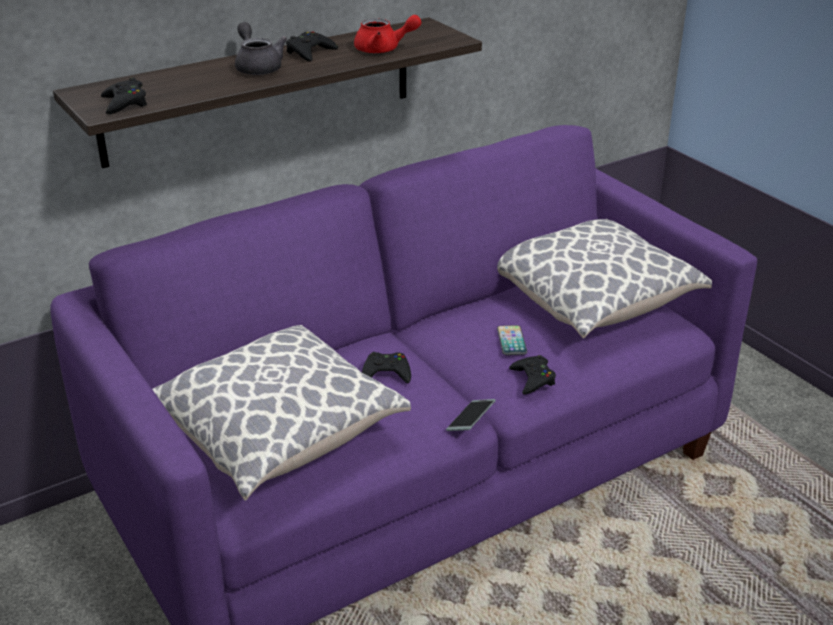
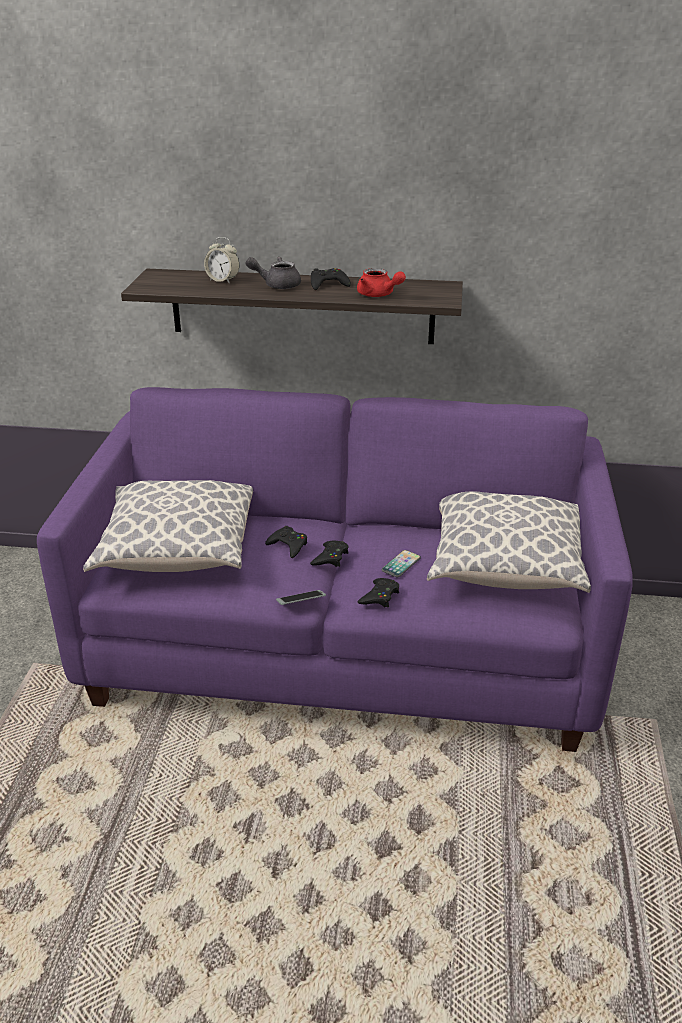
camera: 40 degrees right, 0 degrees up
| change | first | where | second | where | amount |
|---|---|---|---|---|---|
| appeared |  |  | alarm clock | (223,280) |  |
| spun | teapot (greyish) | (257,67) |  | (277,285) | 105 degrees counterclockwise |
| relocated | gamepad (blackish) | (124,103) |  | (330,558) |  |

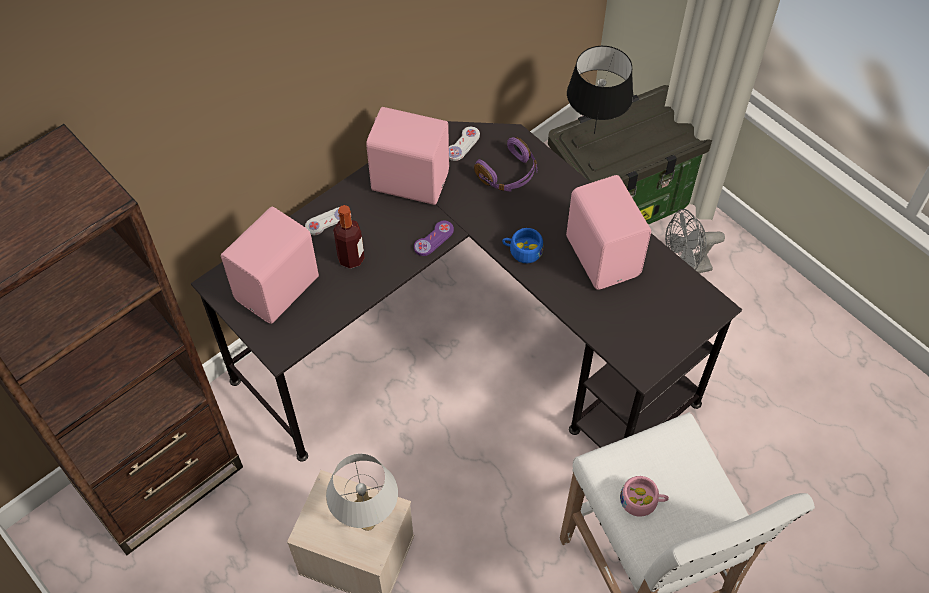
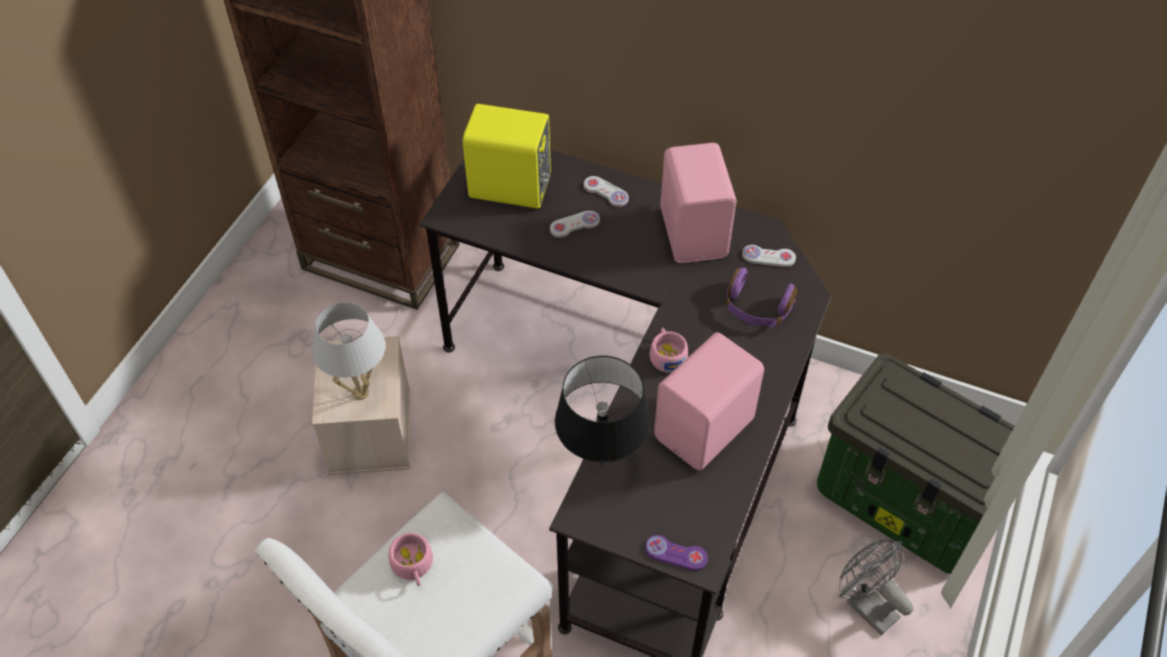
camera: 65 degrees right, 5 degrees down
| change | first | where | second | where | amount |
|---|---|---|---|---|---|
| colour | speaker (pink) | (280,289) | speaker (yellowish) | (511,189) |  |
| exchanged | beverage bottle | (351,258) | gamepad (whitish) | (574,225) |  |
| relocated | lamp for a table (blackish) | (593,134) |  | (600,464) |  |
| relocated | gamepad (purple-coloured) | (434,239) |  | (676,554) |  |
| colour | drinking cup (blue-coloured) | (522,250) | drinking cup (pink) | (667,355) |  |

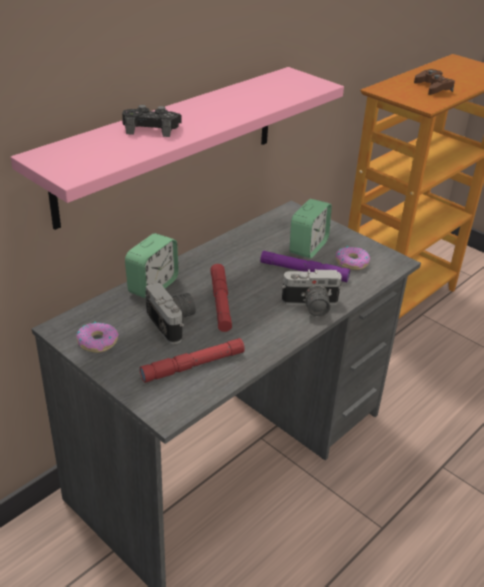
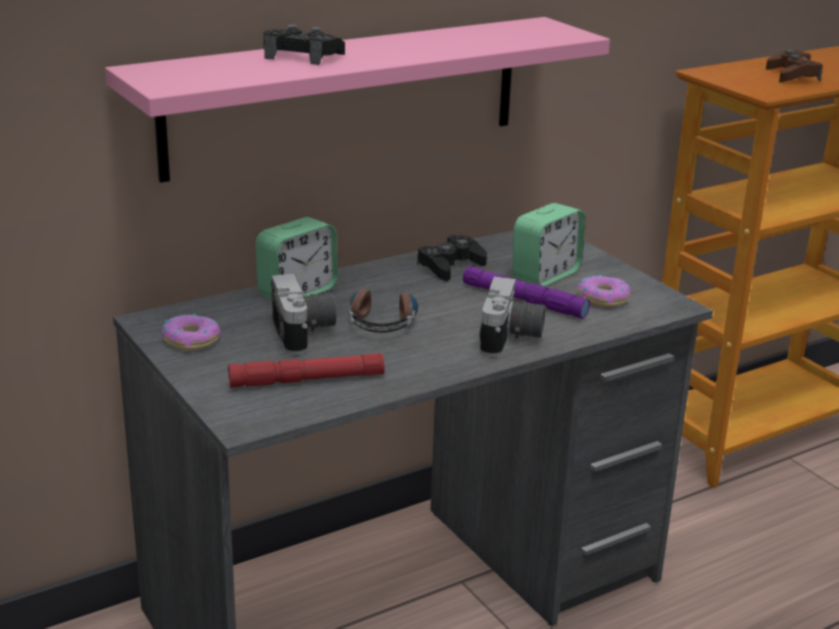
camera: 15 degrees right, 10 degrees down
| change | first | where | second | where | amount |
|---|---|---|---|---|---|
| exchanged | flashlight (reddish) | (220,302) | headset | (383,319) |  |
| appeared |  |  | gamepad (blackish) | (450,266) |  |
| spun | photo camera | (310,307) |  | (511,339) | 90 degrees counterclockwise |

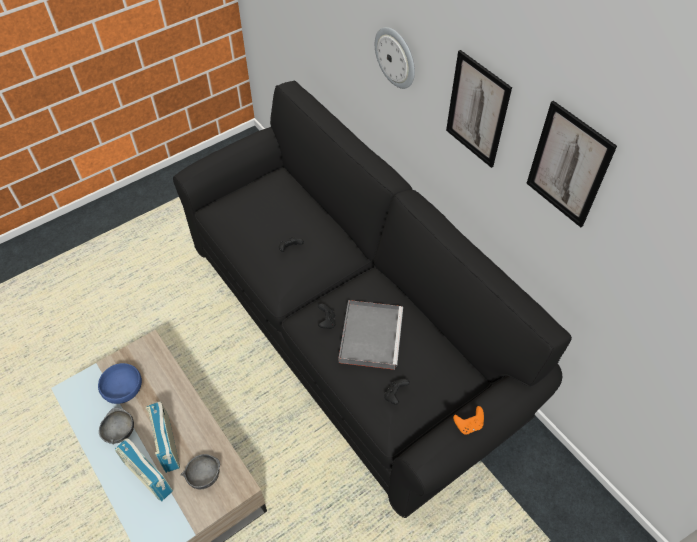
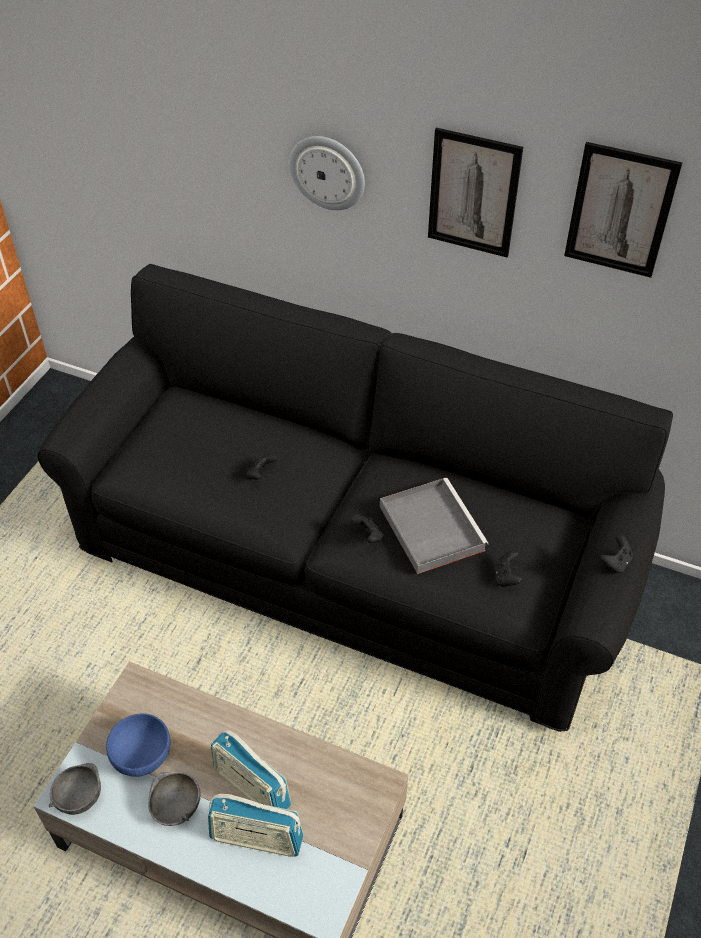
camera: 30 degrees left, 5 degrees down
| change | first | where | second | where | amount |
|---|---|---|---|---|---|
| relocated | bowl (greyish) | (204,475) |  | (79,797) |  |
| colour | gamepad (orangey) | (468,425) | gamepad (blackish) | (615,563) |  |

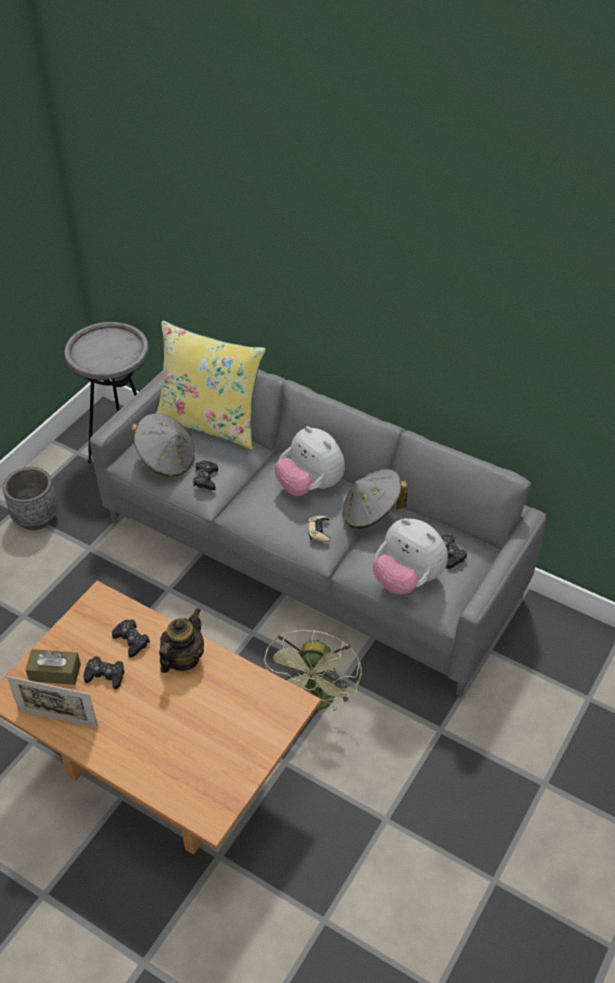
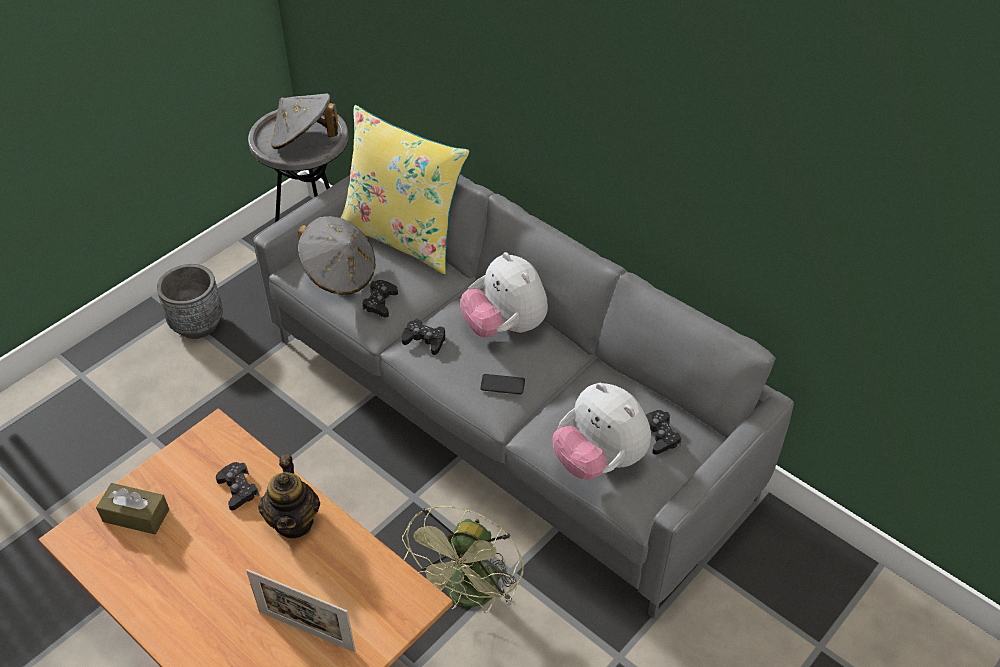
camera: 10 degrees right, 0 degrees up
| change | first | where | second | where | amount |
|---|---|---|---|---|---|
| relocated | photo frame | (58,718) |  | (306,631) |  |
| spun | teapot | (183,658) |  | (294,521) | 135 degrees clockwise |
| relocated | clothing hat (greyish) | (371,513) |  | (304,141) |  |
| relocated | gamepad (blackish) | (105,675) |  | (424,340) |  |
| exchanged | gamepad (beige-coloured) | (319,531) | handset | (502,384) |  |

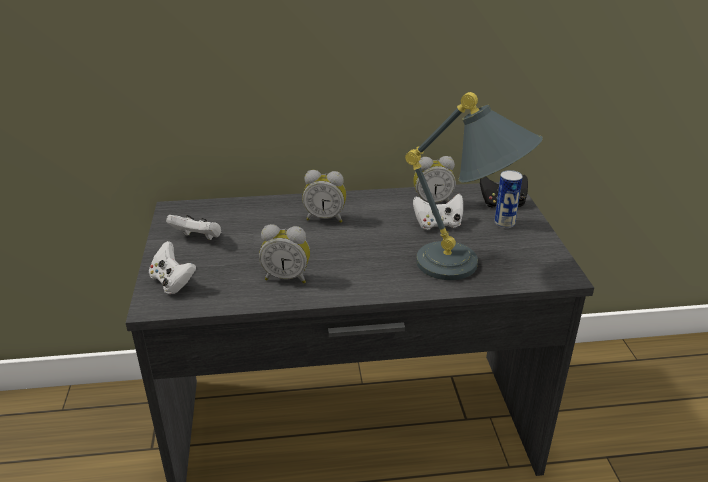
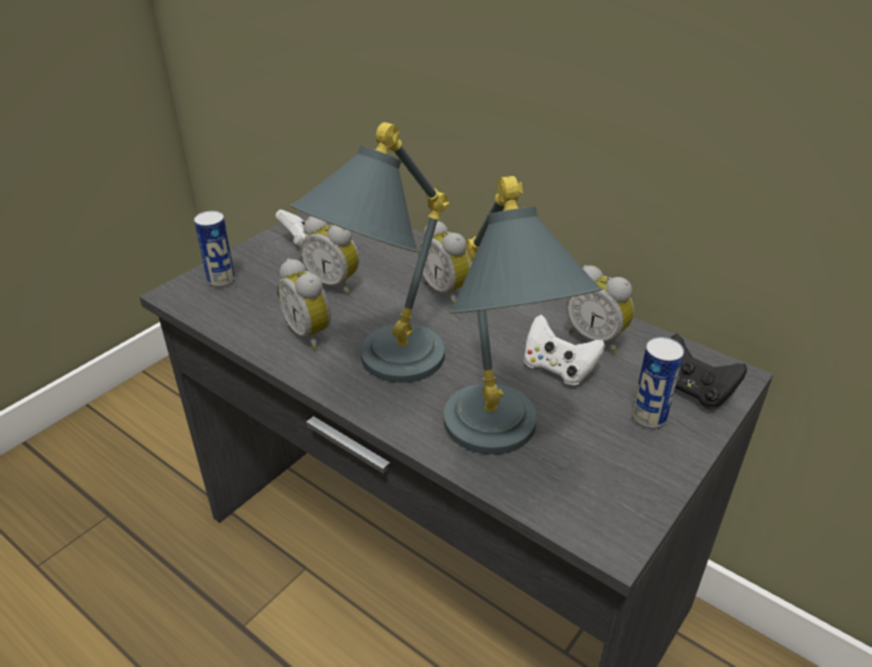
camera: 45 degrees right, 5 degrees up
| change | first | where | second | where | amount |
|---|---|---|---|---|---|
| exchanged | gamepad (whitish) | (172,282) | metal can | (221,280) |  |
| appeared |  |  | lamp for a table (greyish) | (381,371) |  |
| appeared |  |  | alarm clock | (334,283) |  |

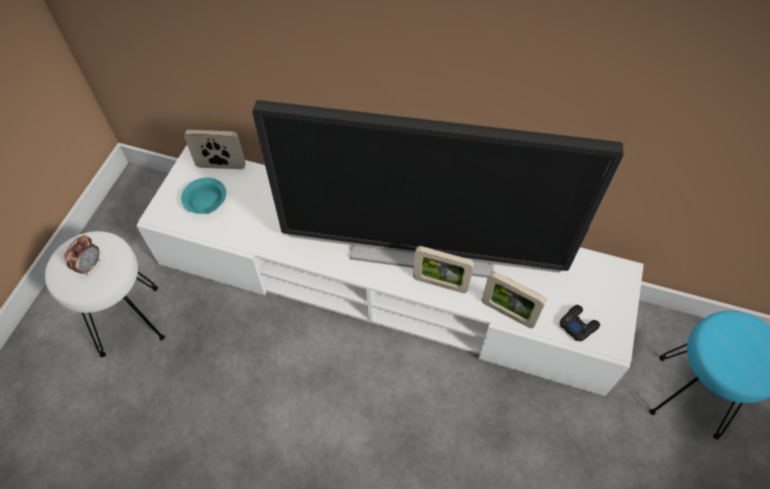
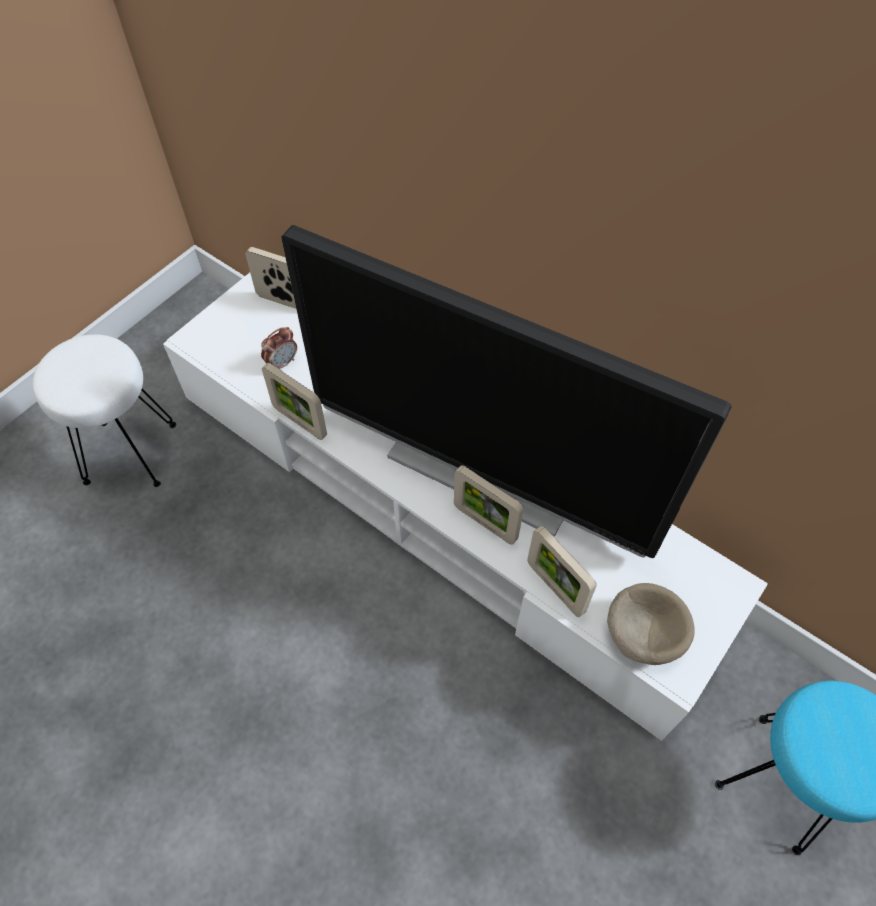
camera: 20 degrees right, 0 degrees up
| change | first | where | second | where | amount |
|---|---|---|---|---|---|
| relocated | alarm clock | (90,265) |  | (282,363) |  |
| appeared |  |  | photo frame | (300,422) |  |
| exchanged | gamepad (blackish) | (578,324) | bowl (beige-coloured) | (642,633) |  |
| missing | bowl (turquoise) | (207,202) |  |  |  |

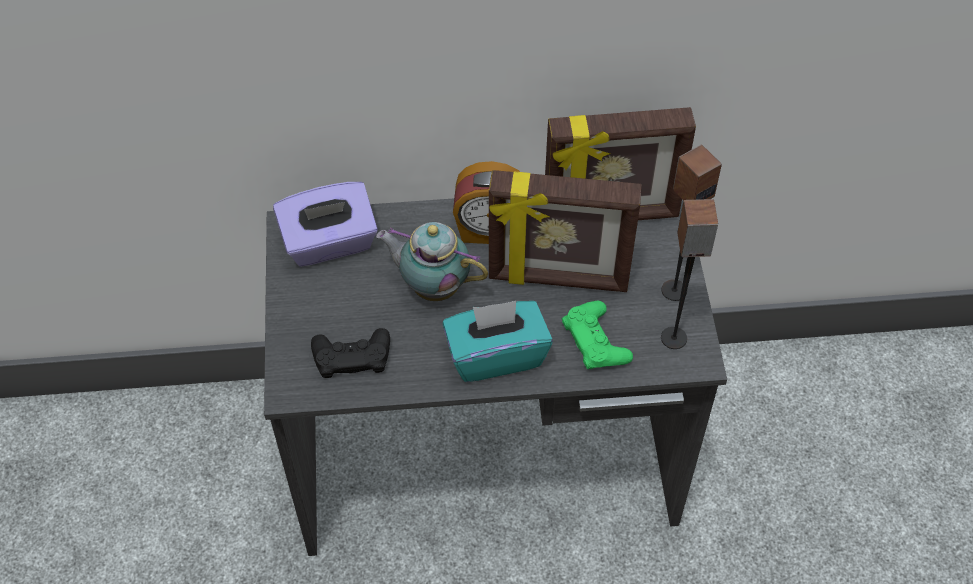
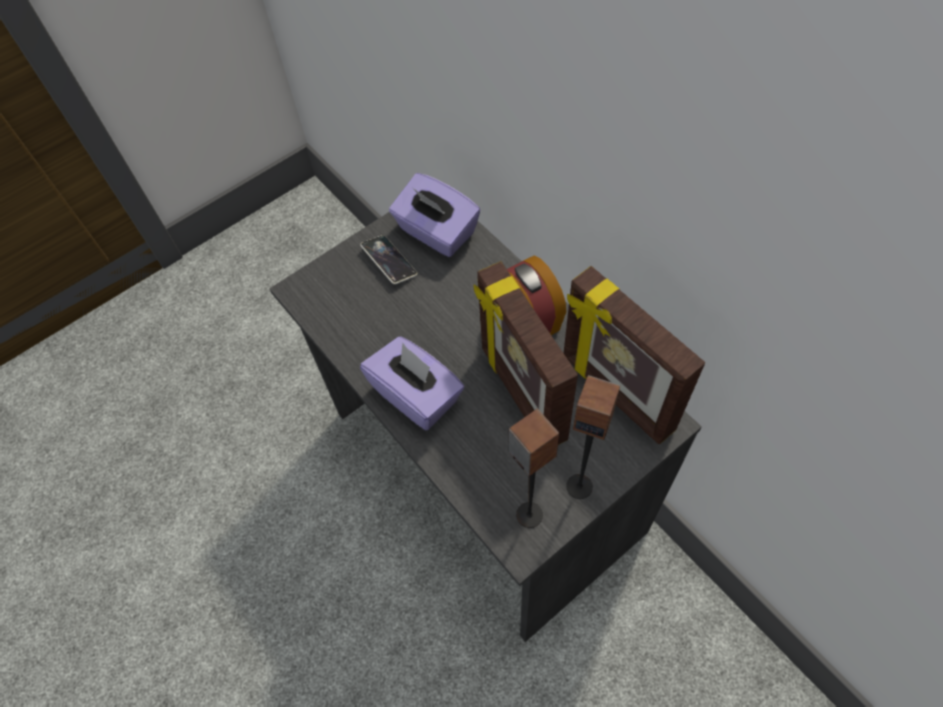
camera: 60 degrees right, 5 degrees up
| change | first | where | second | where | amount |
|---|---|---|---|---|---|
| appeared |  |  | handset | (389,262) |  |
| colour | box of tissues (turquoise) | (496,355) | box of tissues (purple-coloured) | (417,395) |  |
| missing | gamepad (blackish) | (352,356) |  |  |  |
| missing | teapot | (433,286) |  |  |  |
| missing | gamepad (green) | (595,341) |  |  |  |

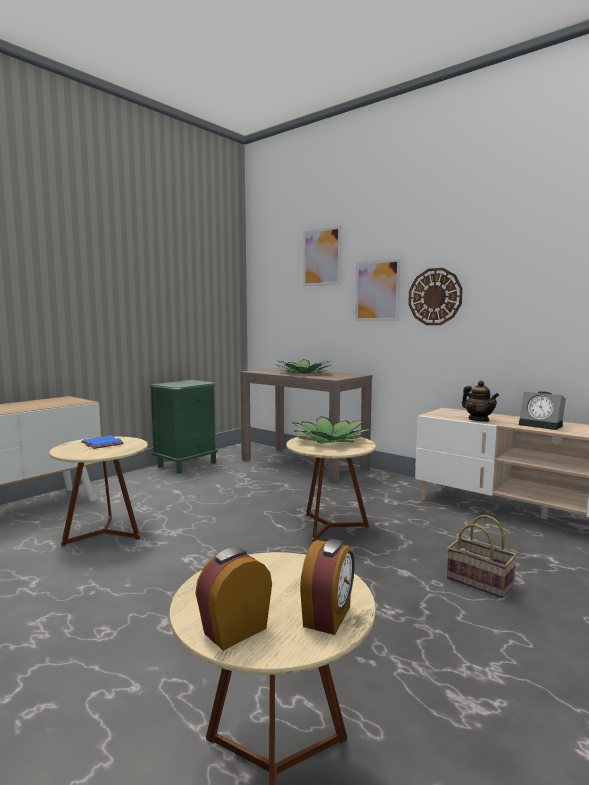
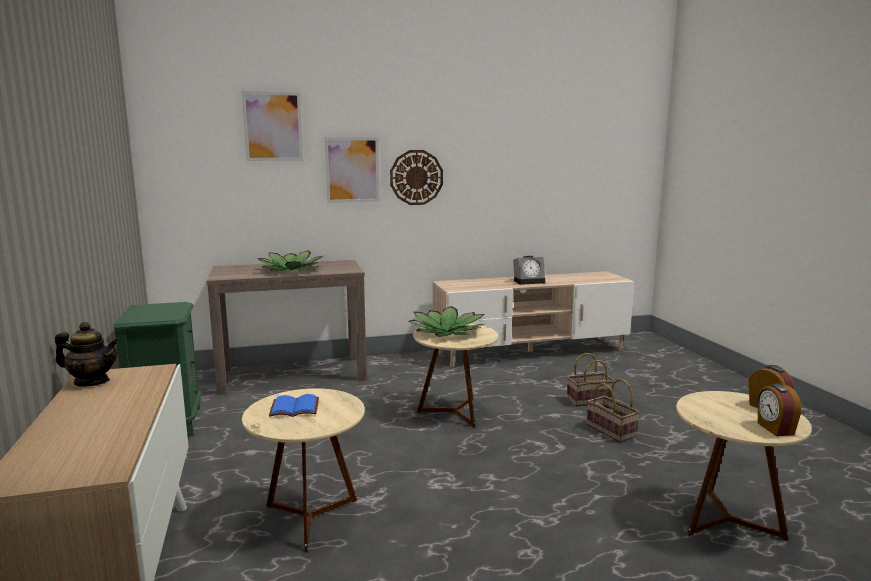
camera: 55 degrees left, 5 degrees up
| change | first | where | second | where | amount |
|---|---|---|---|---|---|
| relocated | teapot | (478,420) |  | (92,382) |  |
| appeared |  |  | storage basket | (612,431) |  |

